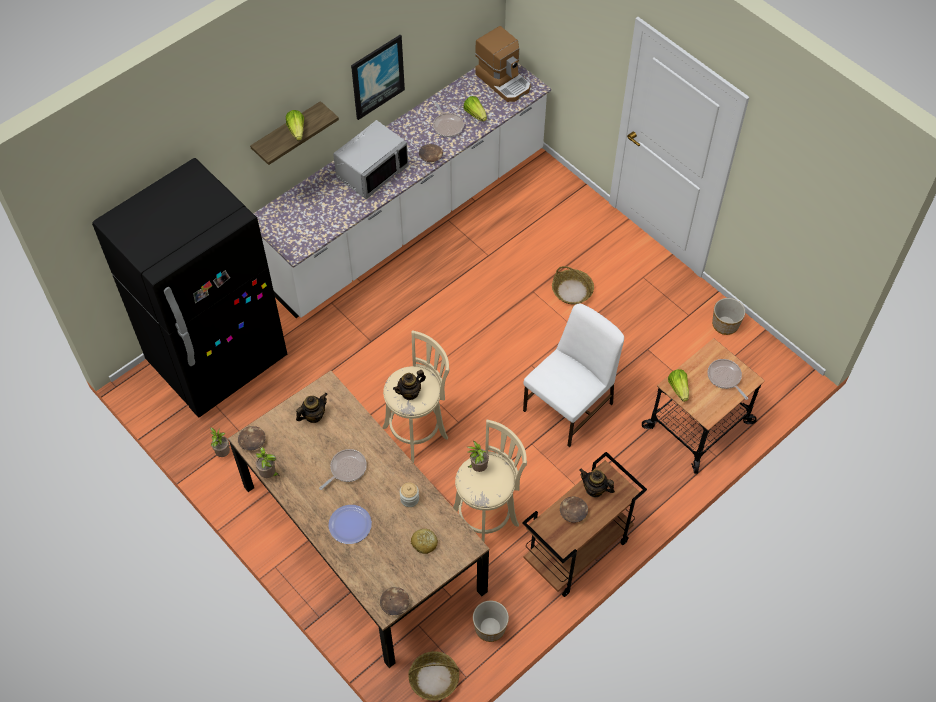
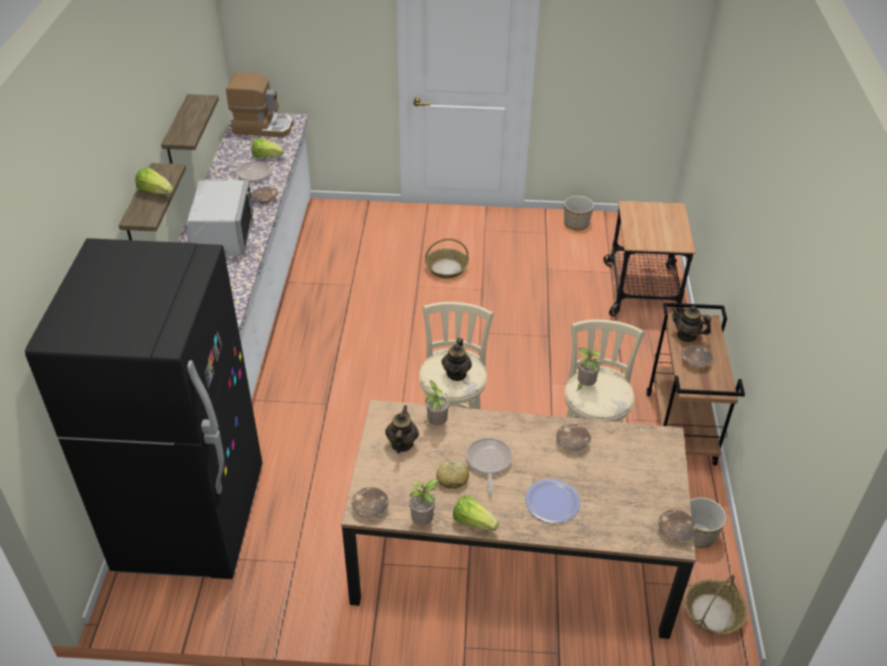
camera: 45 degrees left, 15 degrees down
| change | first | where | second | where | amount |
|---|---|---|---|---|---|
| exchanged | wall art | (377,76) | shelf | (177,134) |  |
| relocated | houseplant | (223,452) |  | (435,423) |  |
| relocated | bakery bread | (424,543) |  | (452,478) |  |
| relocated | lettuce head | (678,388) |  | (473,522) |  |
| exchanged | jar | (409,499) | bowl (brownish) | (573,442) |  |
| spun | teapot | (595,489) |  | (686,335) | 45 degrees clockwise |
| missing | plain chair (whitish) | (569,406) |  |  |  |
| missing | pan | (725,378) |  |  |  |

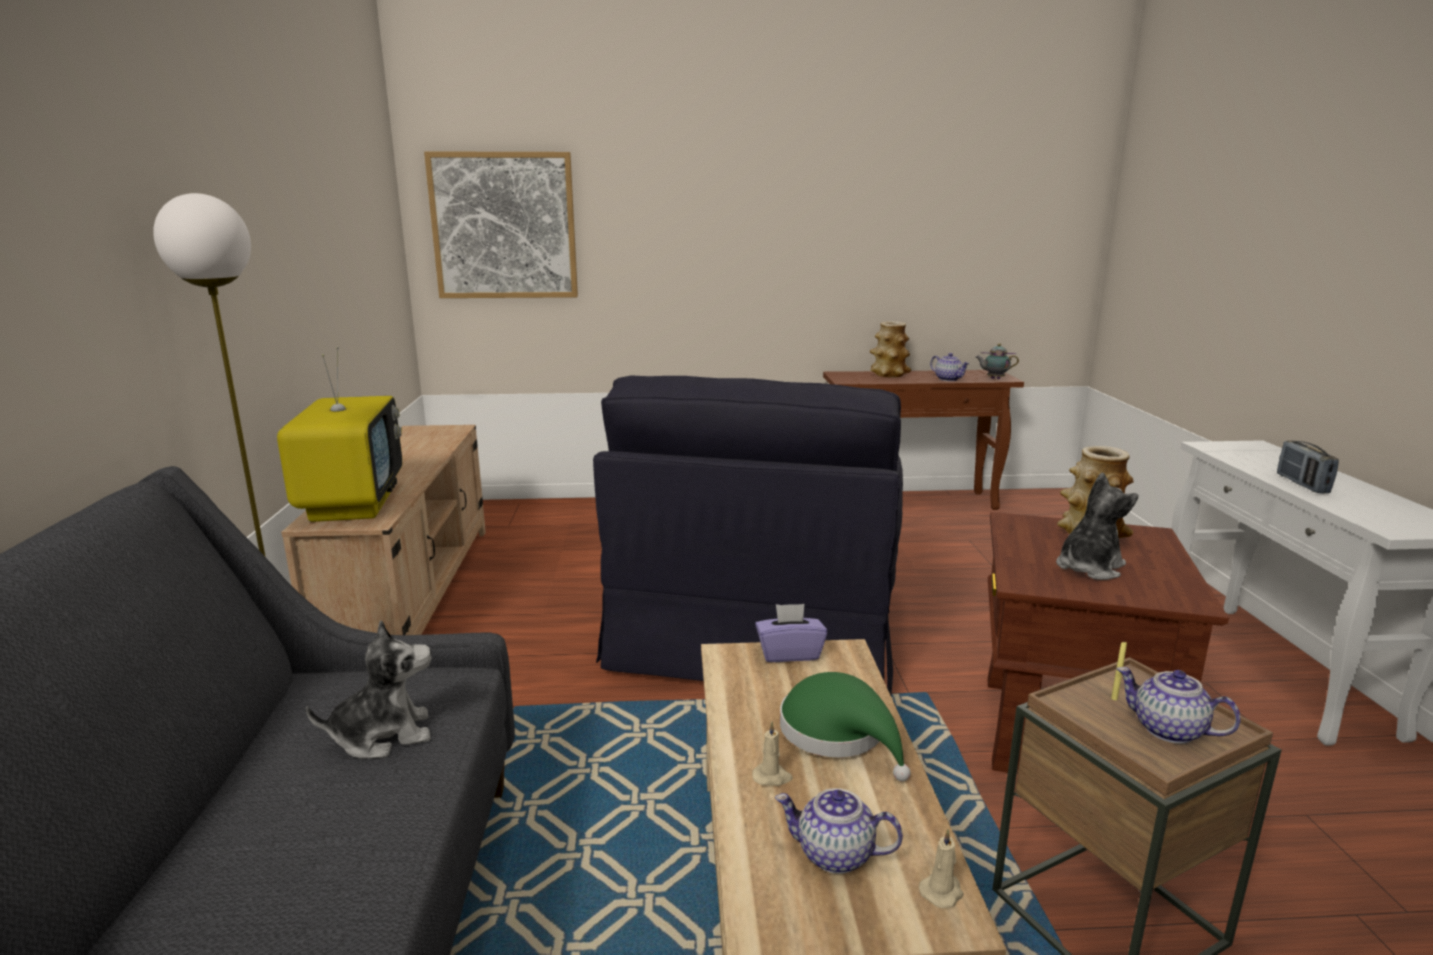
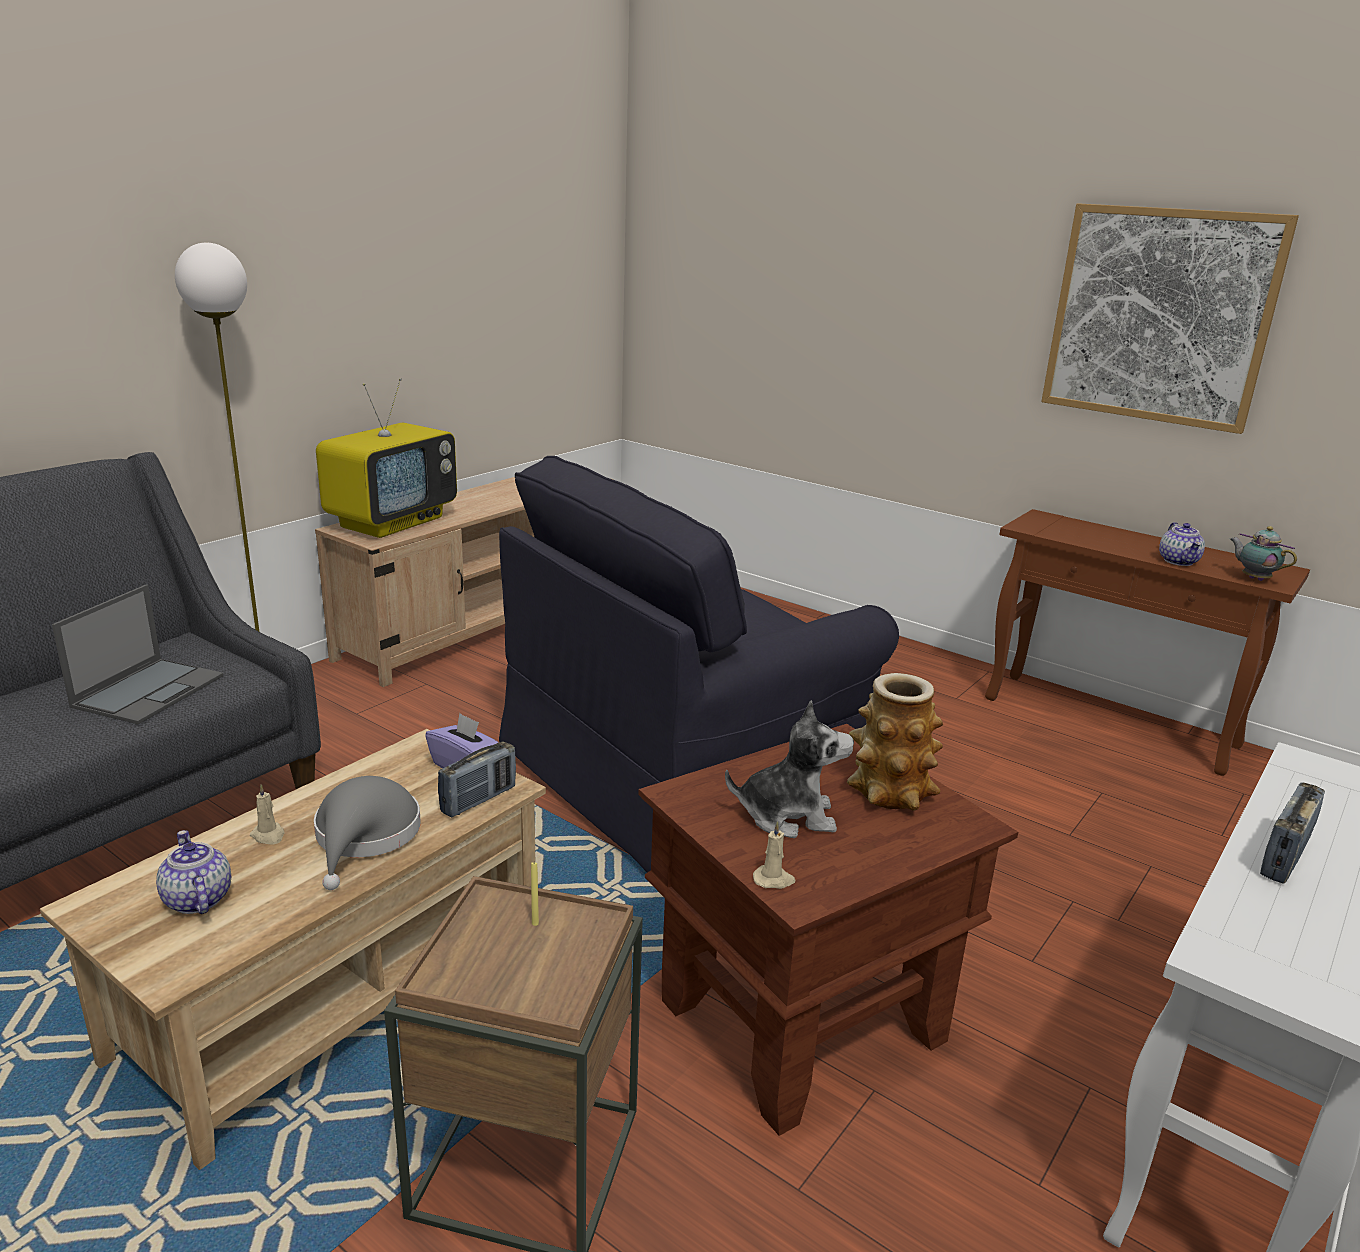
camera: 40 degrees right, 5 degrees up
| change | first | where | second | where | amount |
|---|---|---|---|---|---|
| exchanged | plush toy | (383,735) | notebook computer | (149,690) |  |
| colour | clothing hat (green) | (838,734) | clothing hat (greyish) | (365,837) |  |
| appeared |  |  | radio set | (478,800) |  |
| relocated | candle (beige-coloured) | (942,891) |  | (774,880) |  |
| relocated | wall art | (504,226) |  | (1160,316) |  |
| missing | vase | (888,374) |  |  |  |
| missing | teapot | (1167,730) |  |  |  |

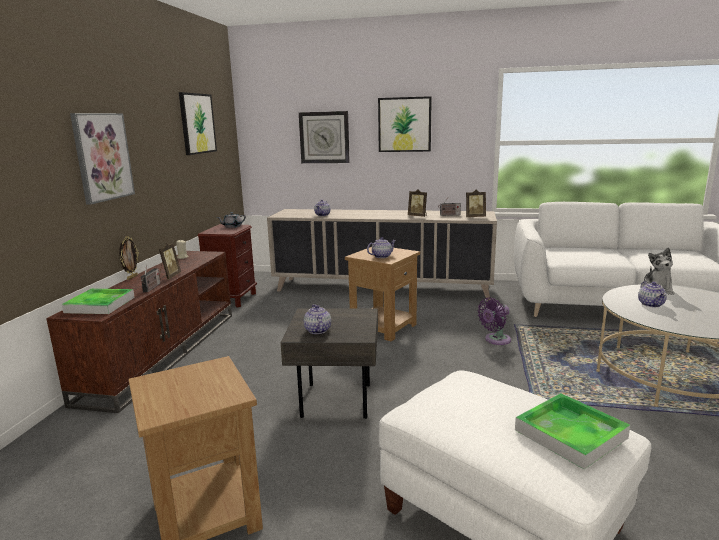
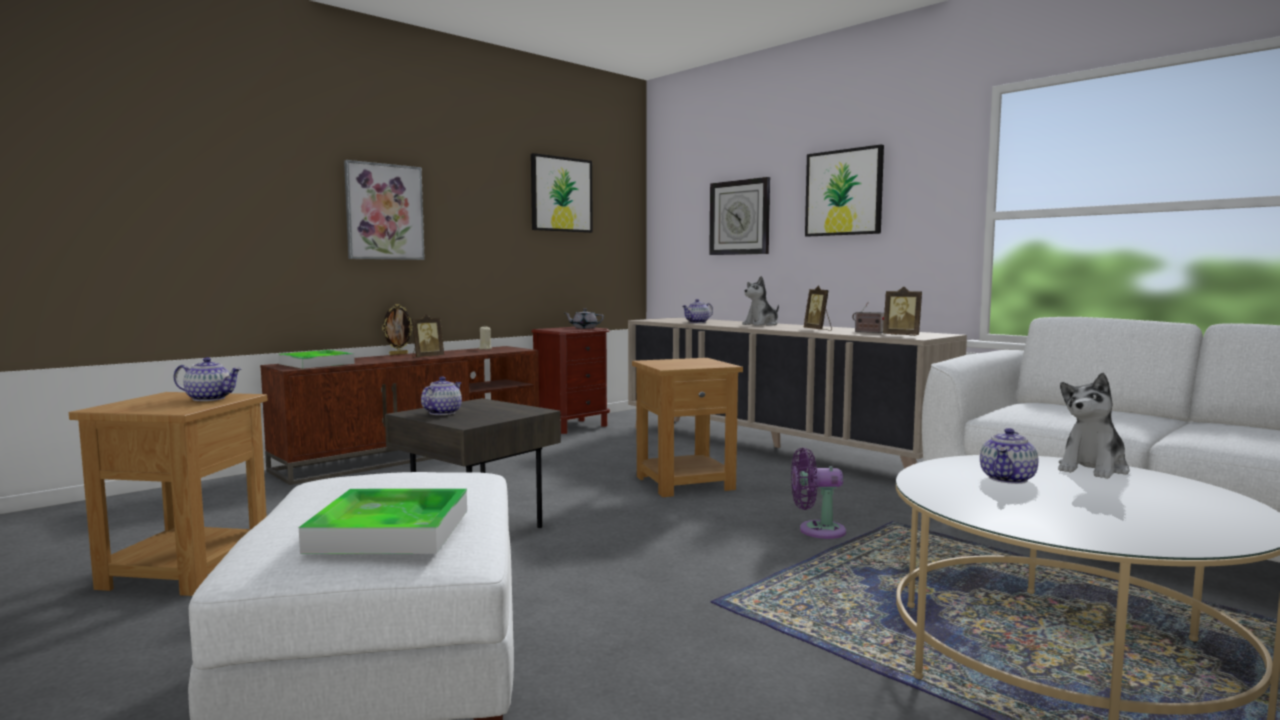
camera: 35 degrees right, 10 degrees down
| change | first | where | second | where | amount |
|---|---|---|---|---|---|
| relocated | teapot | (381,256) |  | (210,398) |  |
| appeared |  |  | plush toy | (761,324) |  |
| missing | radio set | (151,288) |  |  |  |

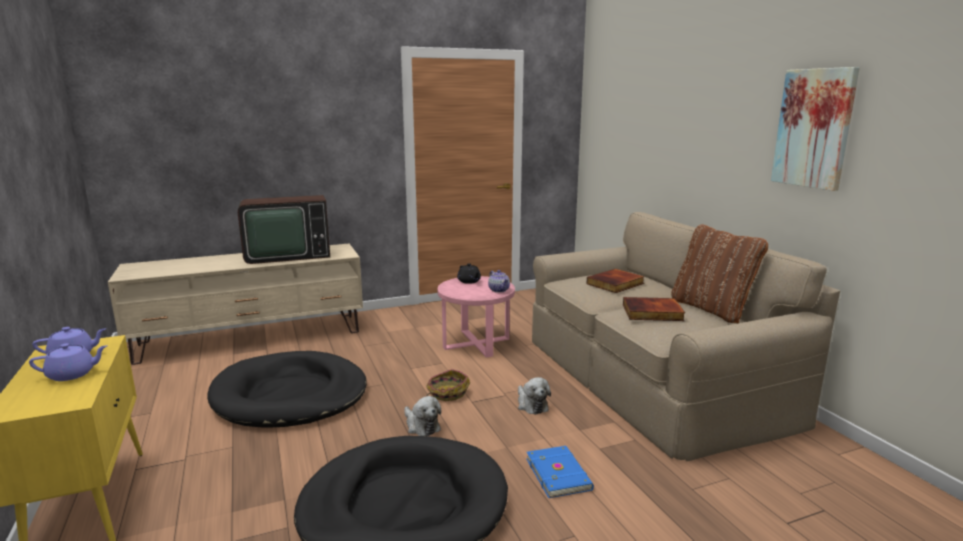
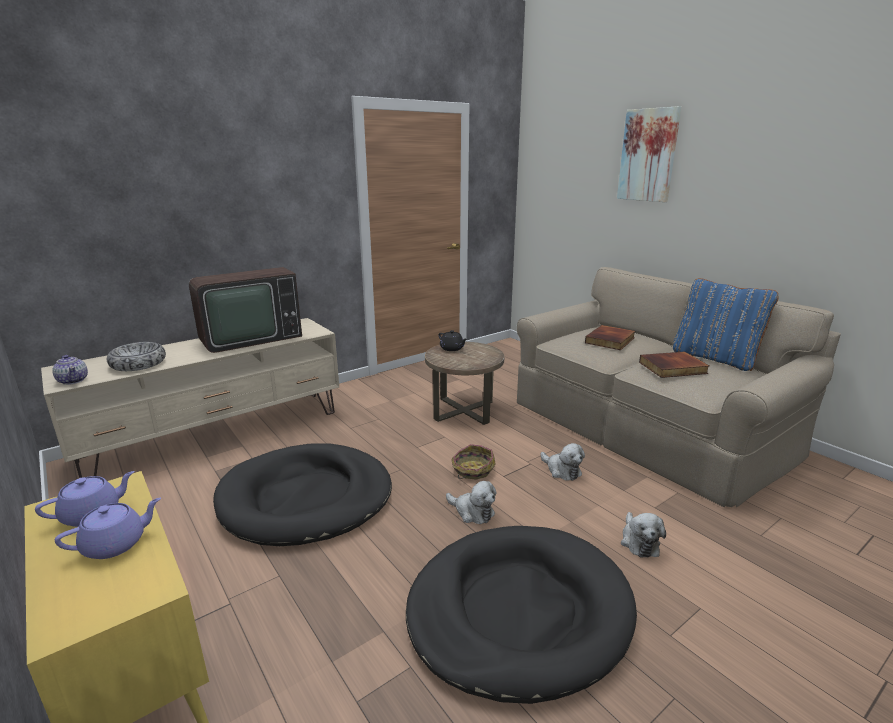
camera: 15 degrees left, 5 degrees up
| change | first | where | second | where | amount |
|---|---|---|---|---|---|
| relocated | teapot | (499,290) |  | (73,380) |  |
| appeared |  |  | bowl | (138,364) |  |
| colour | accent table (pink) | (476,343) | accent table (brownish) | (463,410) |  |
| relocated | wall art | (814,128) |  | (648,155) |  |
| exchanged | volume (blue-coloured) | (559,473) | plush toy | (639,541) |  |
| colour | throw pillow (brownish) | (711,309) | throw pillow (blue-coloured) | (715,358) |  |

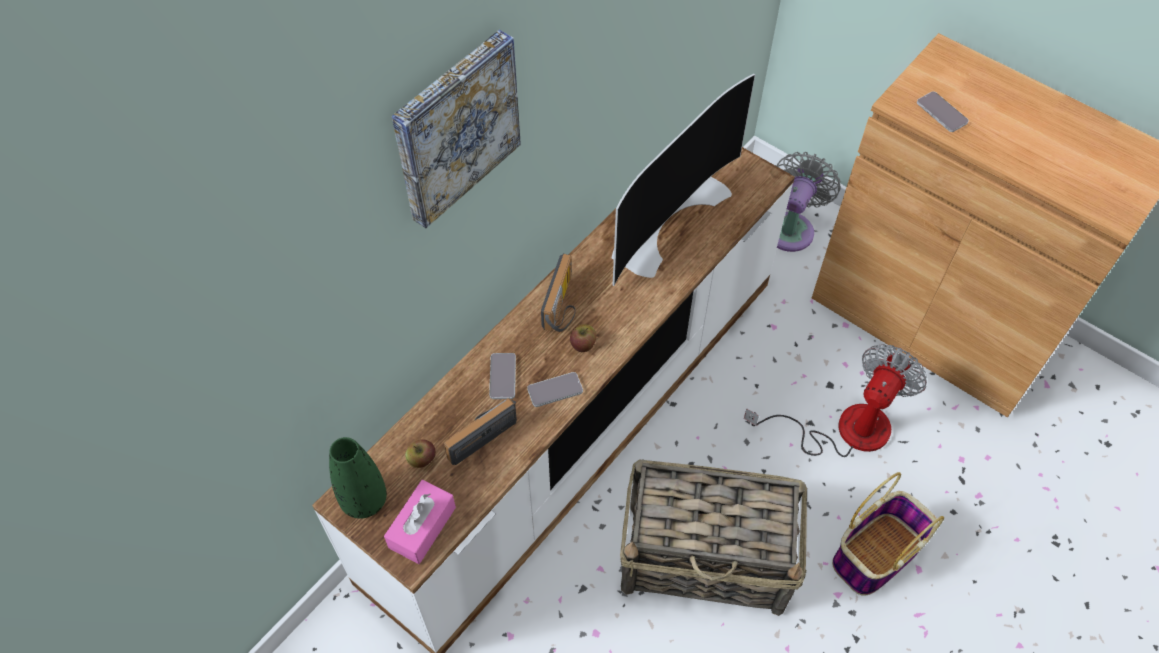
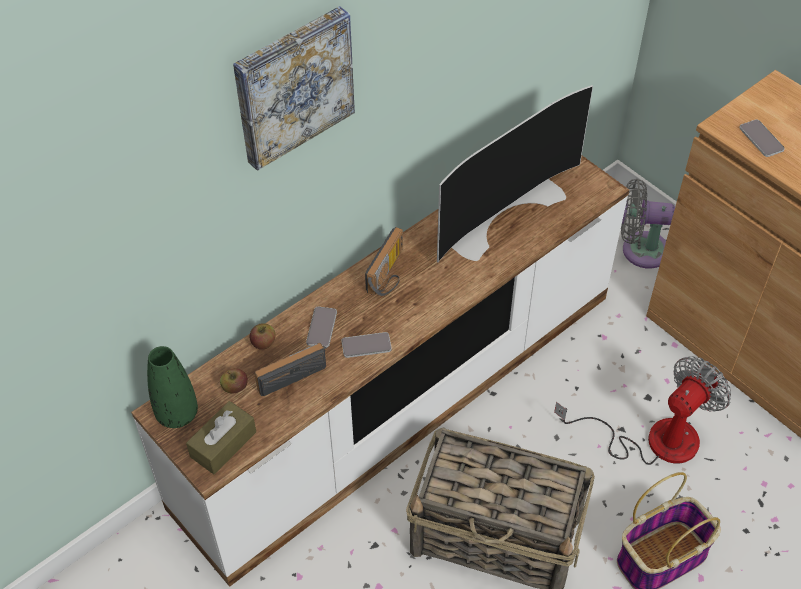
camera: 10 degrees right, 5 degrees down
| change | first | where | second | where | amount |
|---|---|---|---|---|---|
| colour | box of tissues (pink) | (422,527) | box of tissues (brownish) | (223,444) |  |
| relocated | apple | (583,344) |  | (263,342) |  |
| spun | fan (greyish) | (791,228) |  | (640,249) | 120 degrees counterclockwise |

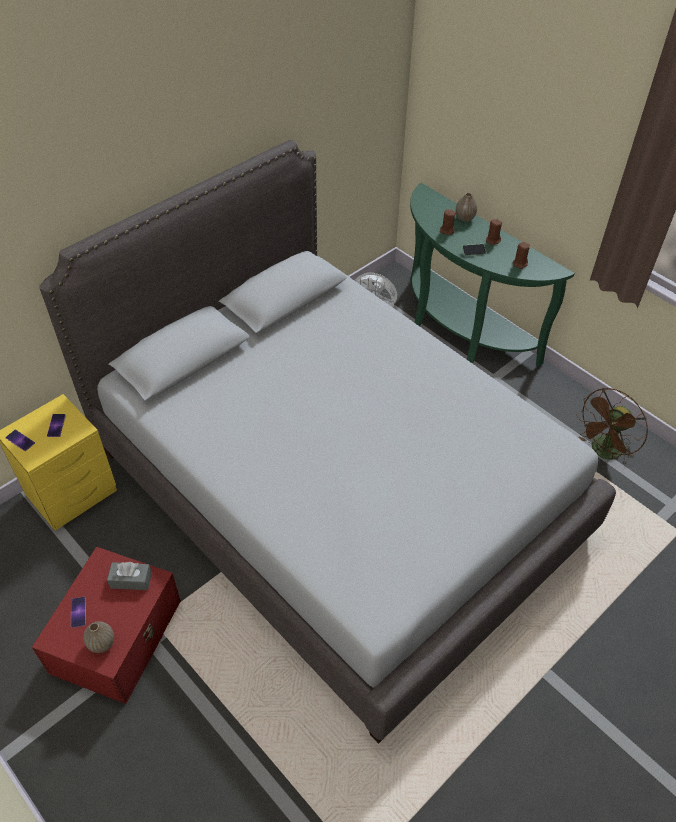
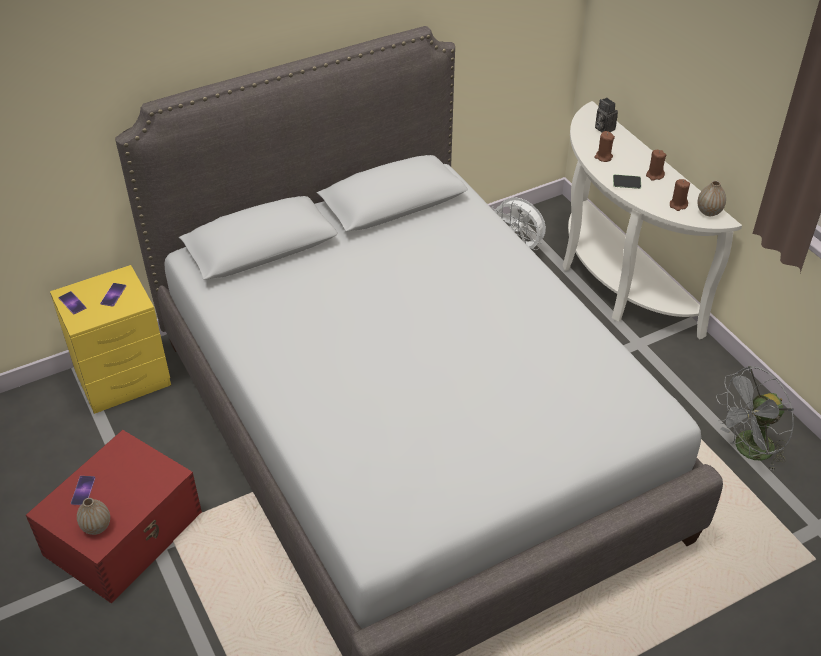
camera: 15 degrees right, 5 degrees down
| change | first | where | second | where | amount |
|---|---|---|---|---|---|
| colour | narrow table (green) | (460,329) | narrow table (whitish) | (615,282) |  |
| appeared |  |  | photo camera | (603,128) |  |
| relocated | vase | (464,218) |  | (708,212) |  |
| colour | fan (brownish) | (603,452) | fan (greyish) | (748,450) |  |
| missing | box of tissues (greyish) | (131,580) |  |  |  |

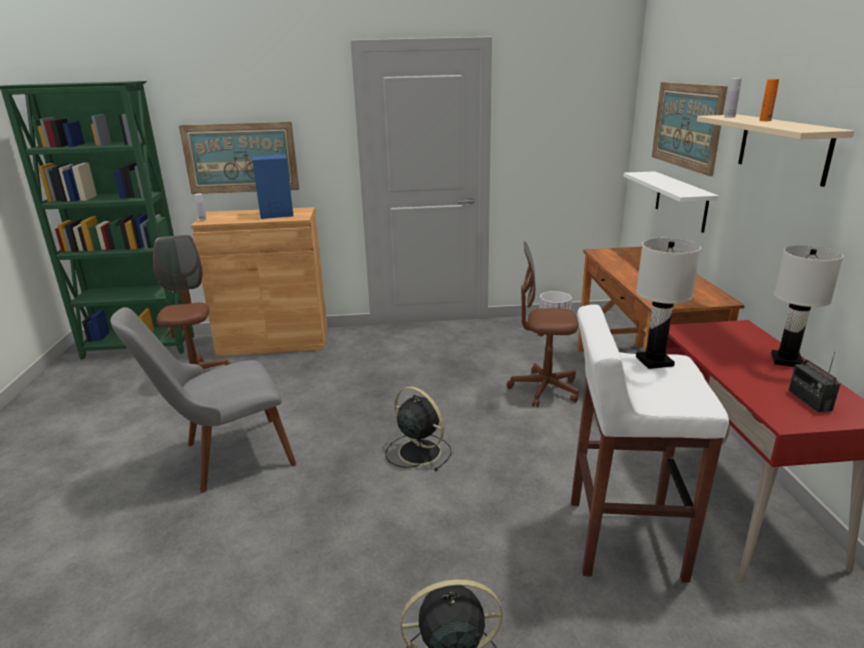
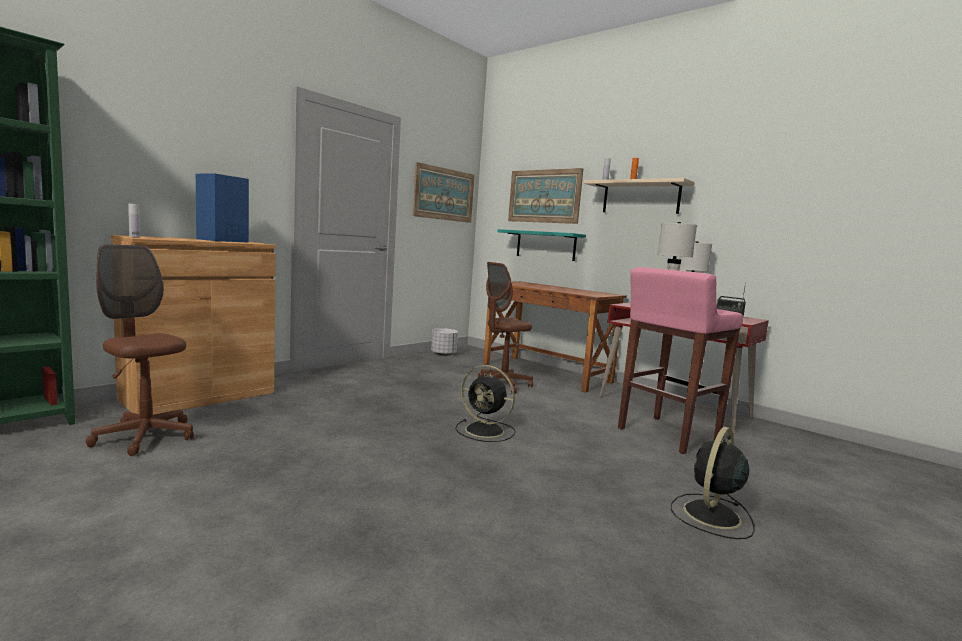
camera: 45 degrees left, 15 degrees down
| change | first | where | second | where | amount |
|---|---|---|---|---|---|
| relocated | wall art | (241,158) |  | (444,194) |  |
| spun | fan (blackish) | (418,451) |  | (486,431) | 150 degrees counterclockwise |
| colour | shelf (whitish) | (681,201) | shelf (turquoise) | (545,245) |  |
| colour | stool seat (whitish) | (622,538) | stool seat (pink) | (667,435) |  |
| missing | plain chair (greyish) | (224,458) |  |  |  |

